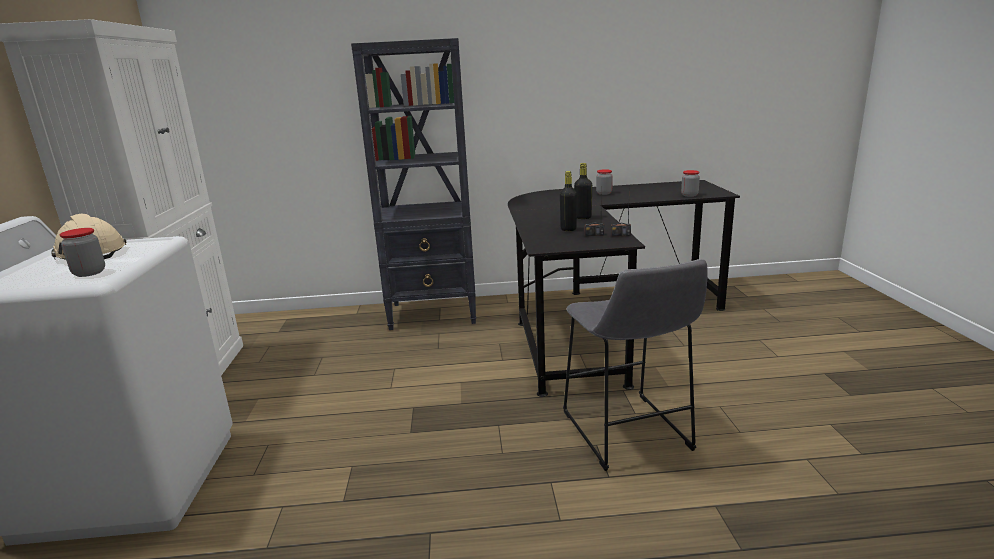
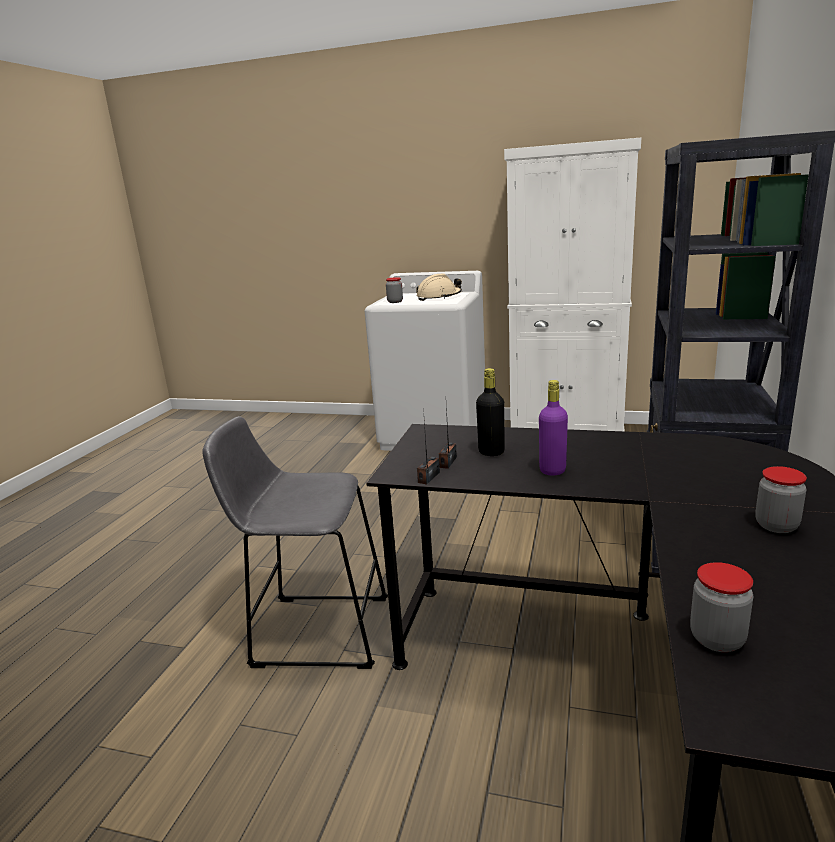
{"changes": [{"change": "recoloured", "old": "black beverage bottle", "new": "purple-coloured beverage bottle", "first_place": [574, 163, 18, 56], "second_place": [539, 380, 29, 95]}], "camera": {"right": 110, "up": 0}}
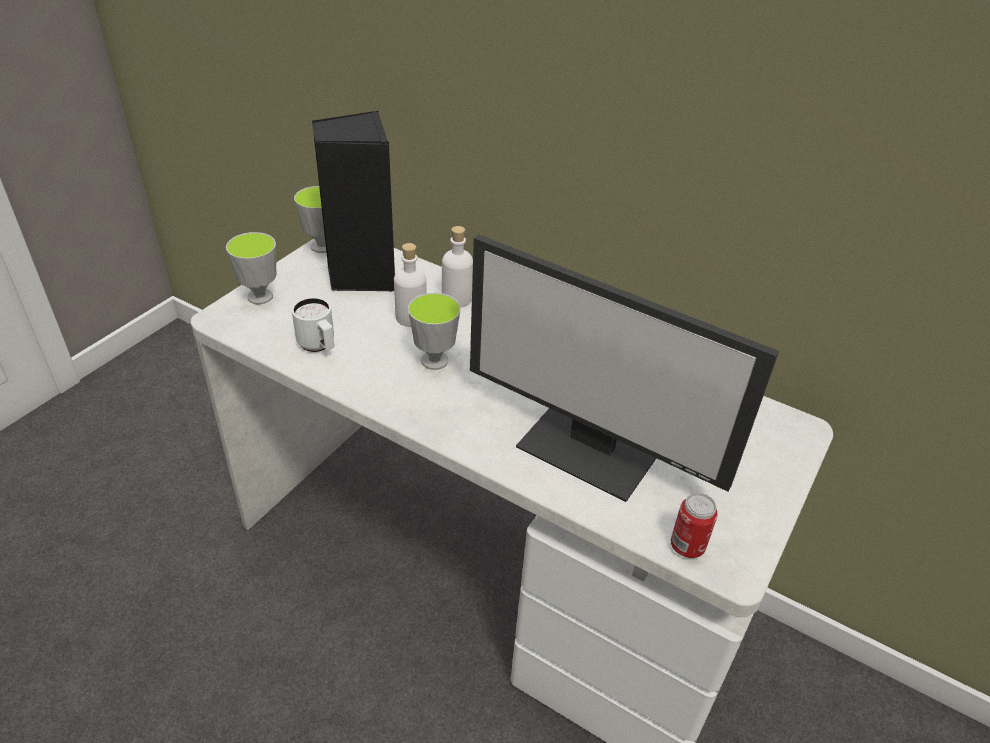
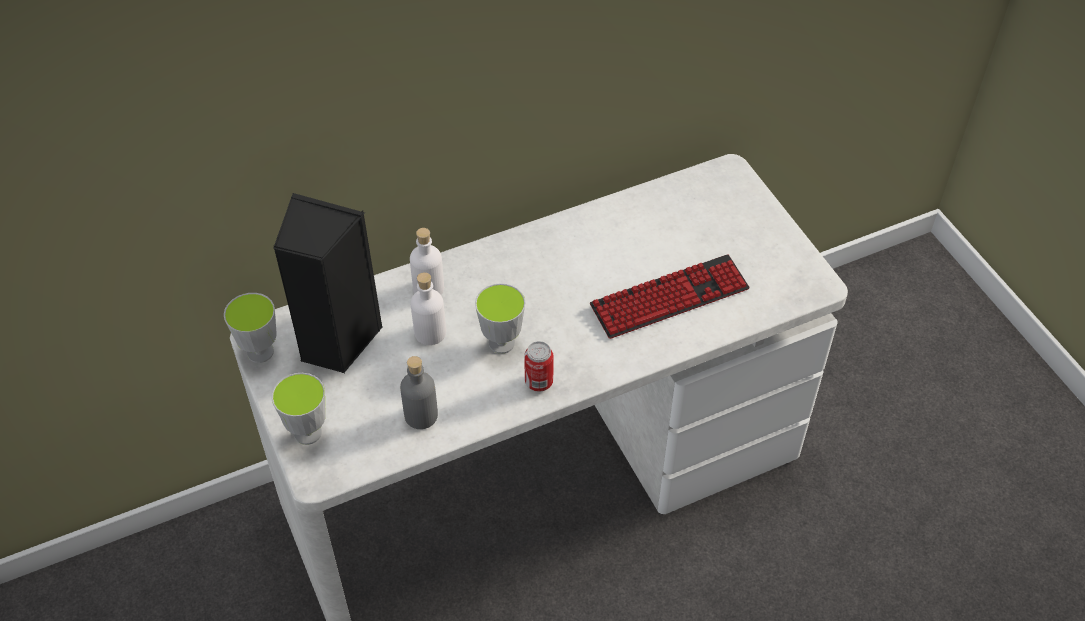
{"changes": [{"change": "replaced", "old": "monitor", "new": "computer keyboard", "first_place": [470, 234, 309, 268], "second_place": [590, 254, 160, 85]}, {"change": "replaced", "old": "whitish coffee mug", "new": "gray beverage bottle", "first_place": [292, 297, 43, 55], "second_place": [400, 356, 38, 73]}, {"change": "moved", "old": "metal can", "first_place": [671, 493, 47, 65], "second_place": [524, 341, 30, 51]}], "camera": {"right": -55, "up": 10}}
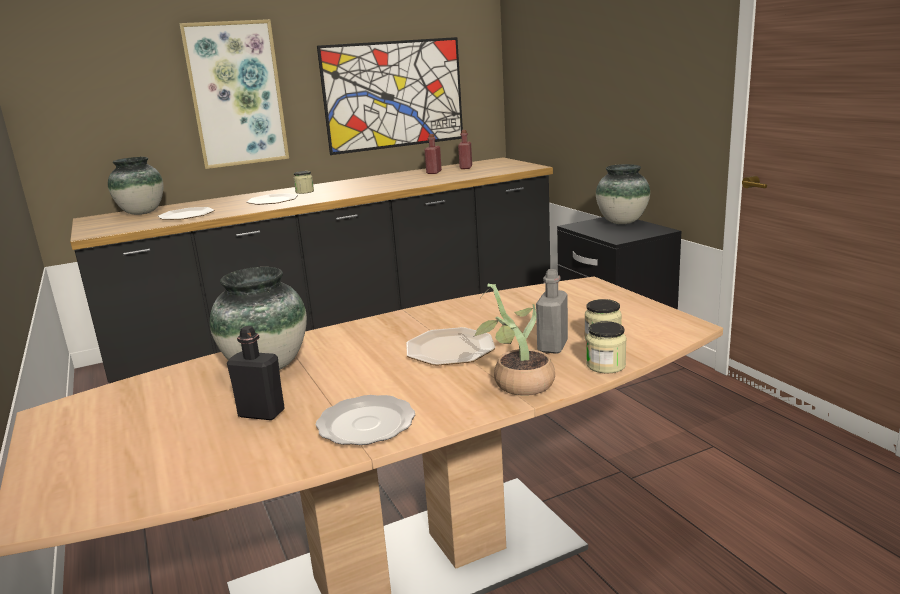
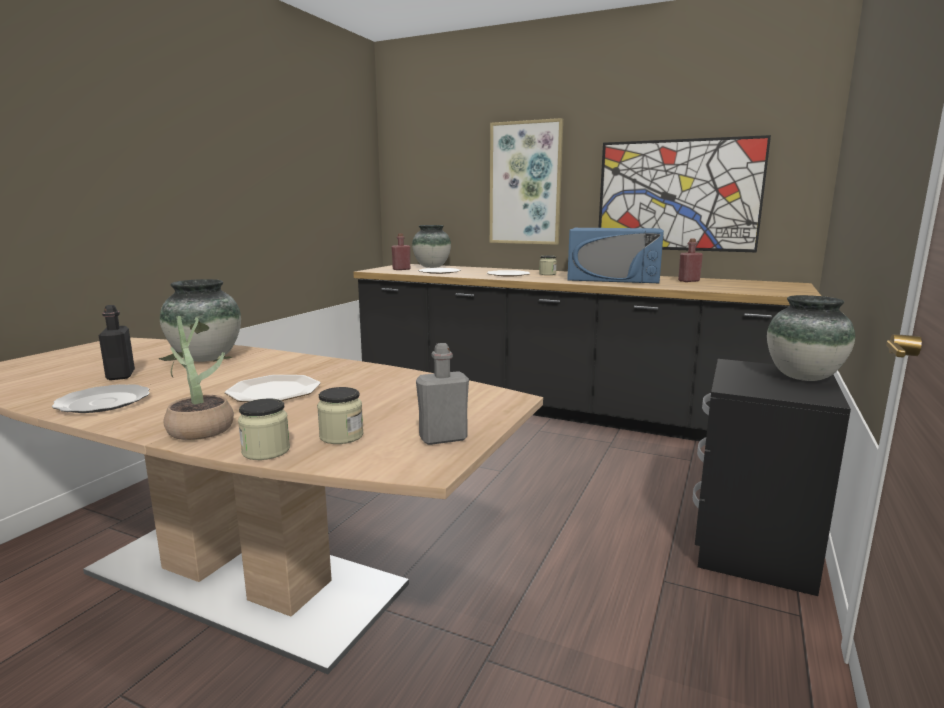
{"changes": [{"change": "moved", "old": "red-coloured beverage bottle", "first_place": [458, 130, 14, 39], "second_place": [392, 233, 18, 37]}, {"change": "moved", "old": "gray beverage bottle", "first_place": [536, 269, 32, 85], "second_place": [416, 343, 53, 102]}, {"change": "added", "new": "blue microwave oven", "second_place": [567, 228, 97, 55]}], "camera": {"right": 50, "up": -5}}
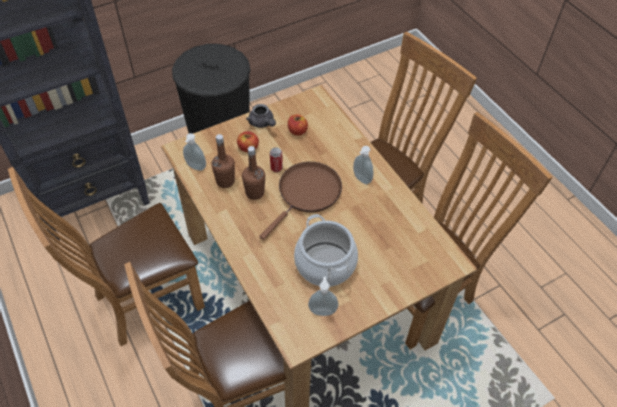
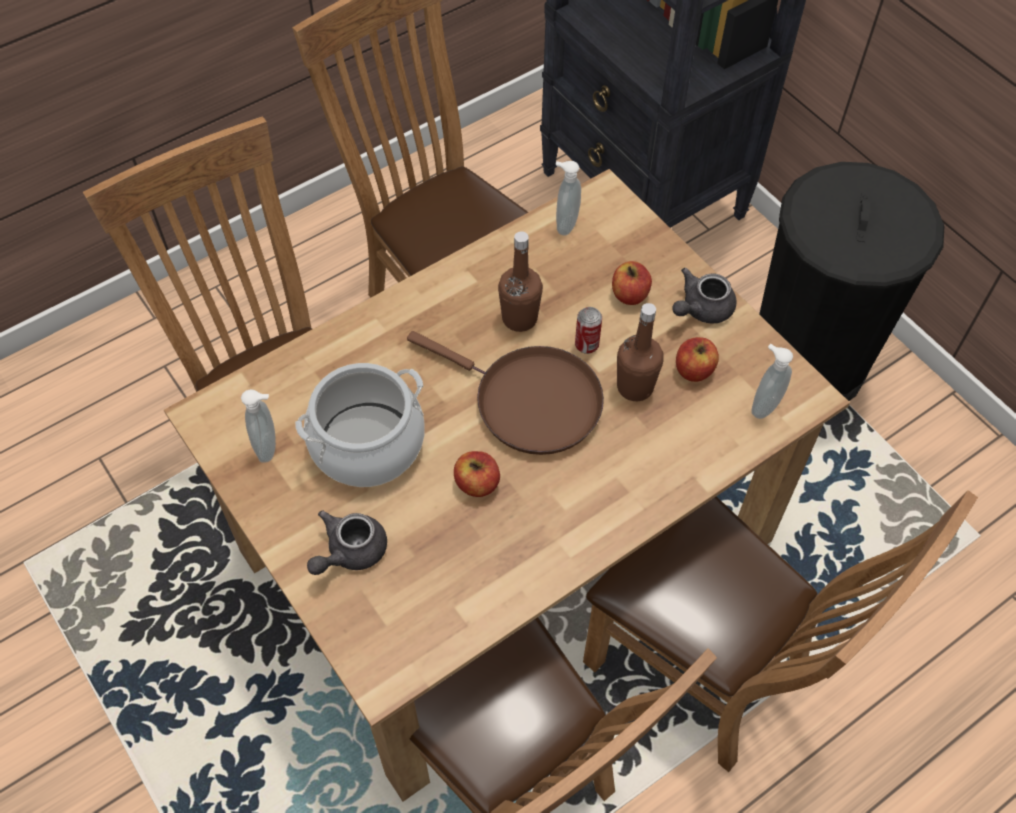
{"changes": [{"change": "moved", "old": "brownish beverage bottle", "first_place": [212, 134, 23, 54], "second_place": [617, 303, 47, 98]}, {"change": "moved", "old": "liquid soap bottle", "first_place": [353, 146, 20, 38], "second_place": [751, 344, 42, 75]}, {"change": "added", "new": "apple", "second_place": [454, 451, 46, 46]}, {"change": "added", "new": "gray teapot", "second_place": [307, 510, 80, 65]}], "camera": {"right": 85, "up": 5}}
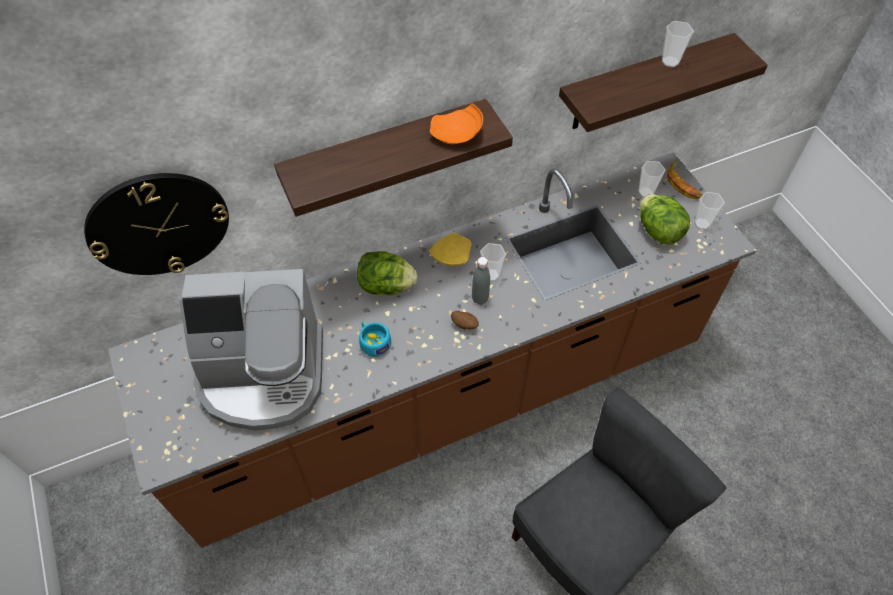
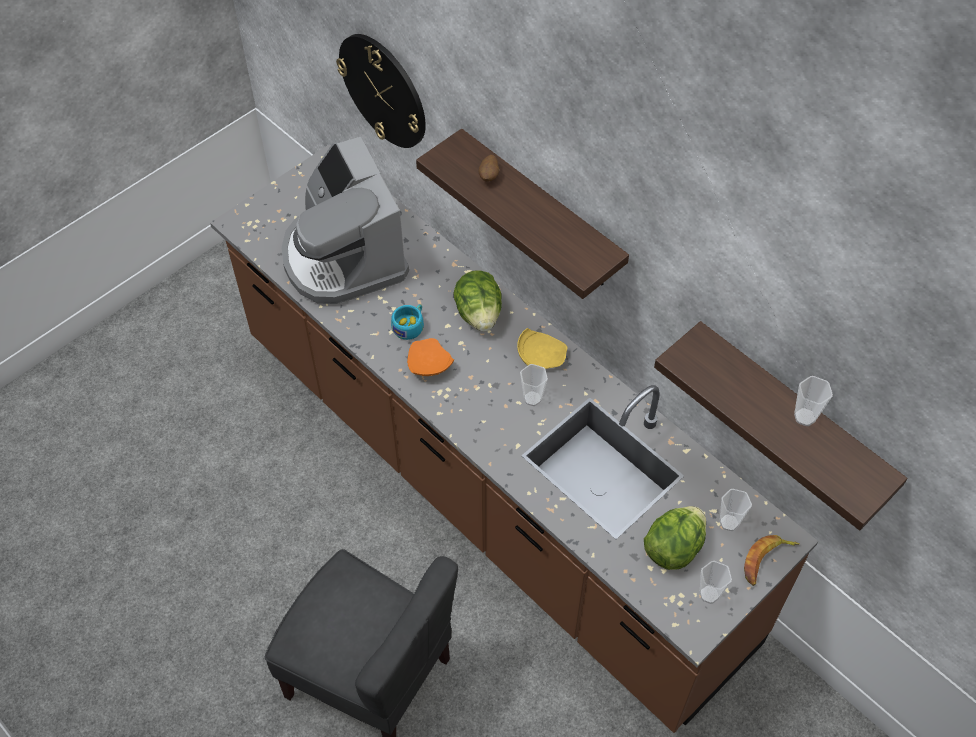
{"changes": [{"change": "moved", "old": "orange flat dish", "first_place": [430, 104, 53, 40], "second_place": [407, 338, 47, 38]}, {"change": "removed", "old": "gray beverage bottle", "first_place": [472, 257, 18, 48]}, {"change": "moved", "old": "spud", "first_place": [451, 311, 28, 18], "second_place": [479, 155, 21, 27]}], "camera": {"right": 70, "up": 0}}
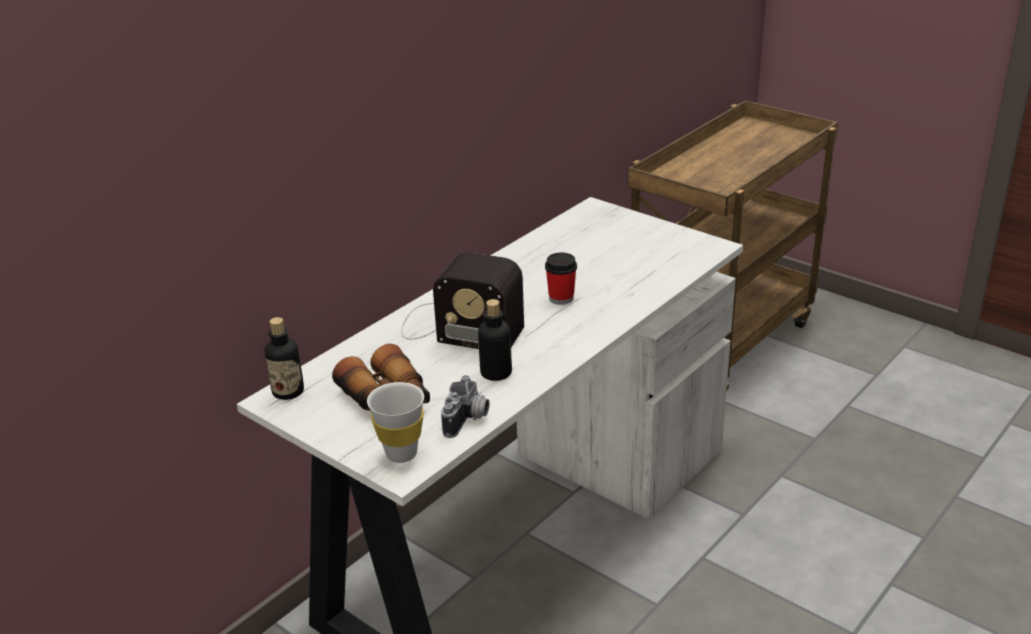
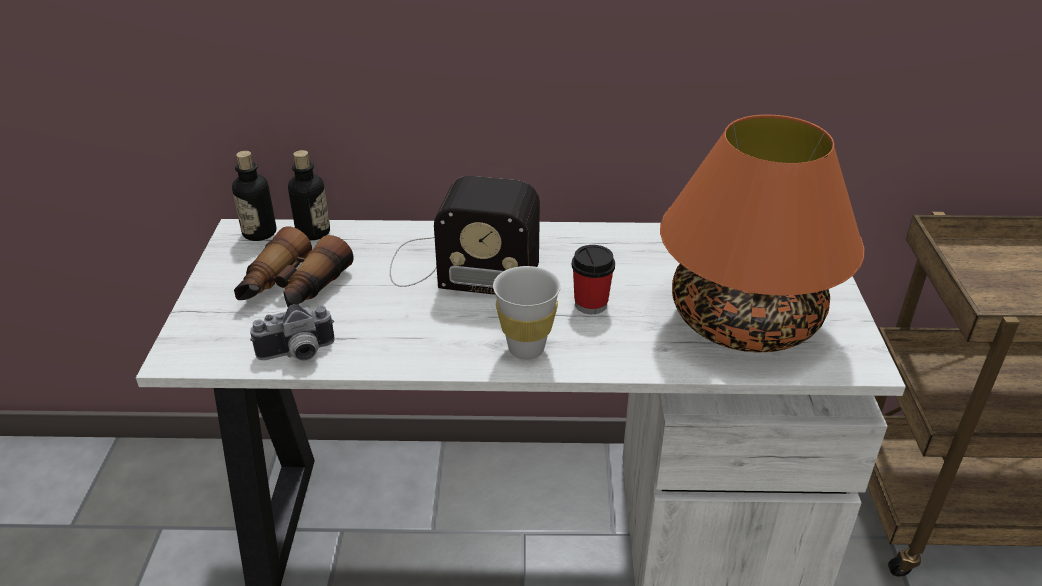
{"changes": [{"change": "turned", "old": "radio receiver", "first_place": [401, 252, 123, 97], "second_place": [390, 176, 150, 119], "degrees": -60}, {"change": "moved", "old": "beverage bottle", "first_place": [478, 299, 34, 82], "second_place": [288, 150, 42, 90]}, {"change": "moved", "old": "whitish drinking cup", "first_place": [367, 382, 57, 81], "second_place": [493, 266, 68, 94]}, {"change": "added", "new": "orange tabletop lamp", "second_place": [660, 114, 205, 239]}], "camera": {"right": 50, "up": 5}}
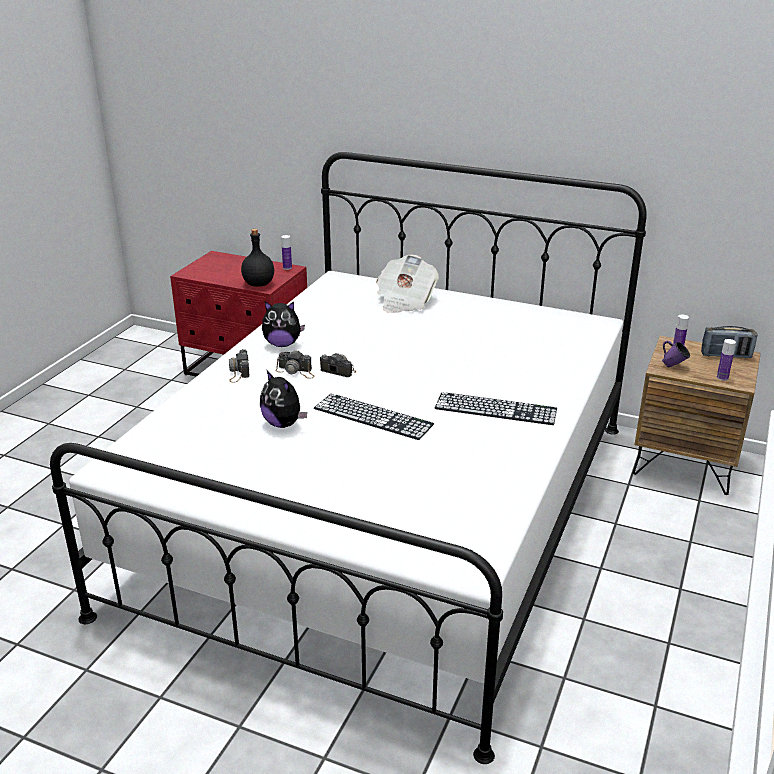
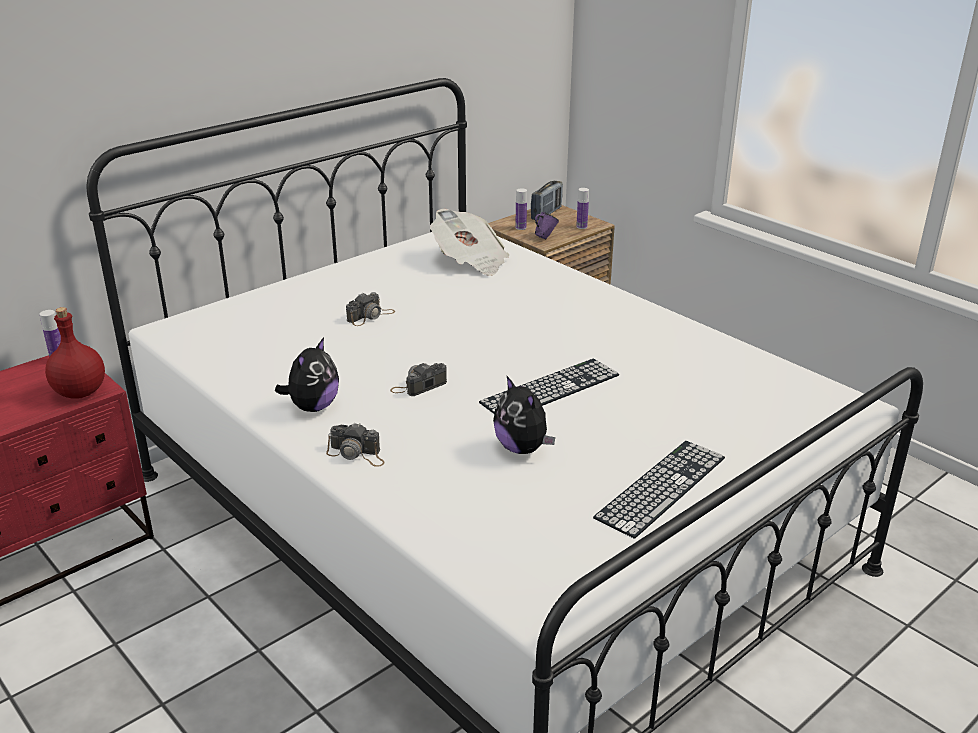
{"changes": [{"change": "recoloured", "old": "black beverage bottle", "new": "red-coloured beverage bottle", "first_place": [241, 229, 33, 58], "second_place": [45, 307, 60, 92]}, {"change": "moved", "old": "newspaper", "first_place": [376, 254, 63, 59], "second_place": [430, 209, 79, 67]}, {"change": "moved", "old": "still camera", "first_place": [276, 350, 39, 29], "second_place": [346, 292, 49, 34]}, {"change": "turned", "old": "cuddly toy", "first_place": [260, 370, 47, 58], "second_place": [493, 376, 62, 78], "degrees": 75}, {"change": "moved", "old": "computer keyboard", "first_place": [435, 392, 122, 33], "second_place": [593, 441, 132, 98]}], "camera": {"right": -65, "up": 0}}
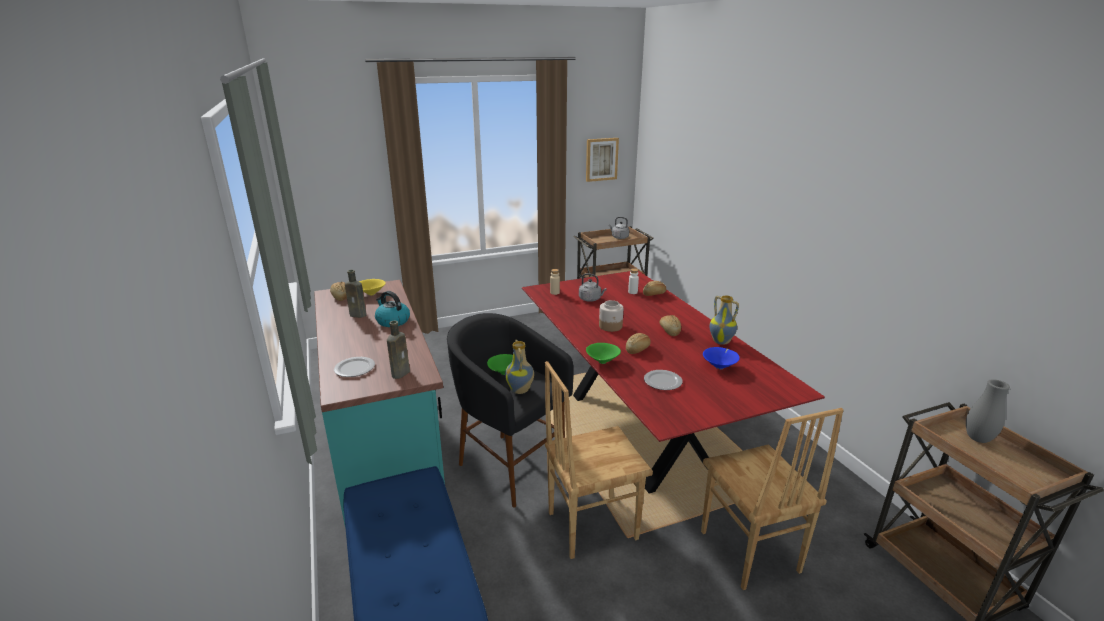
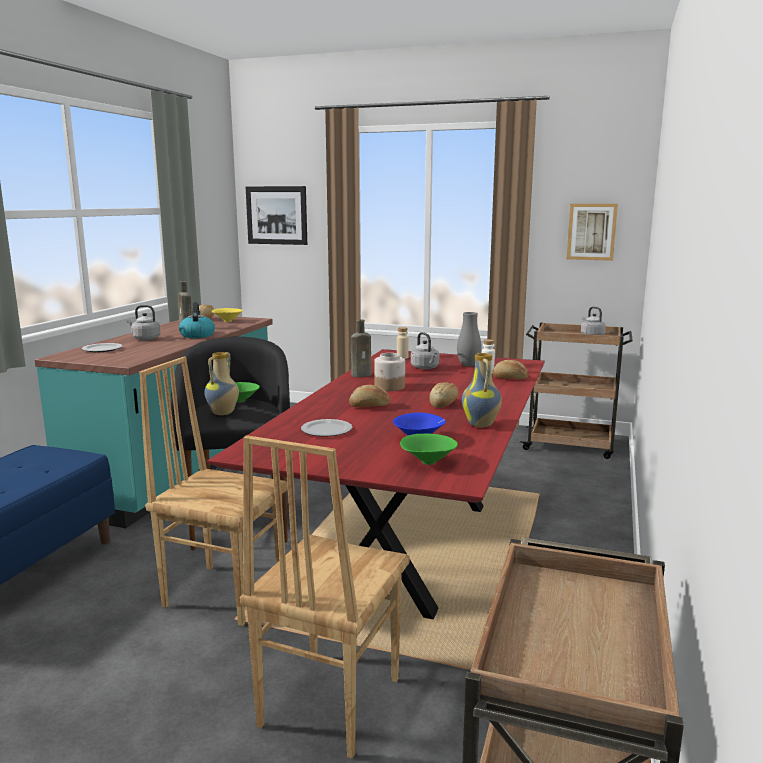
{"changes": [{"change": "moved", "old": "brownish beverage bottle", "first_place": [387, 321, 23, 58], "second_place": [351, 319, 20, 59]}, {"change": "moved", "old": "green deep dish", "first_place": [586, 343, 35, 21], "second_place": [400, 434, 58, 31]}, {"change": "moved", "old": "gray flower vase", "first_place": [966, 379, 44, 64], "second_place": [457, 312, 25, 55]}, {"change": "added", "new": "picture", "second_place": [246, 186, 61, 59]}, {"change": "added", "new": "gray water kettle", "second_place": [127, 305, 34, 35]}], "camera": {"right": 40, "up": -10}}
